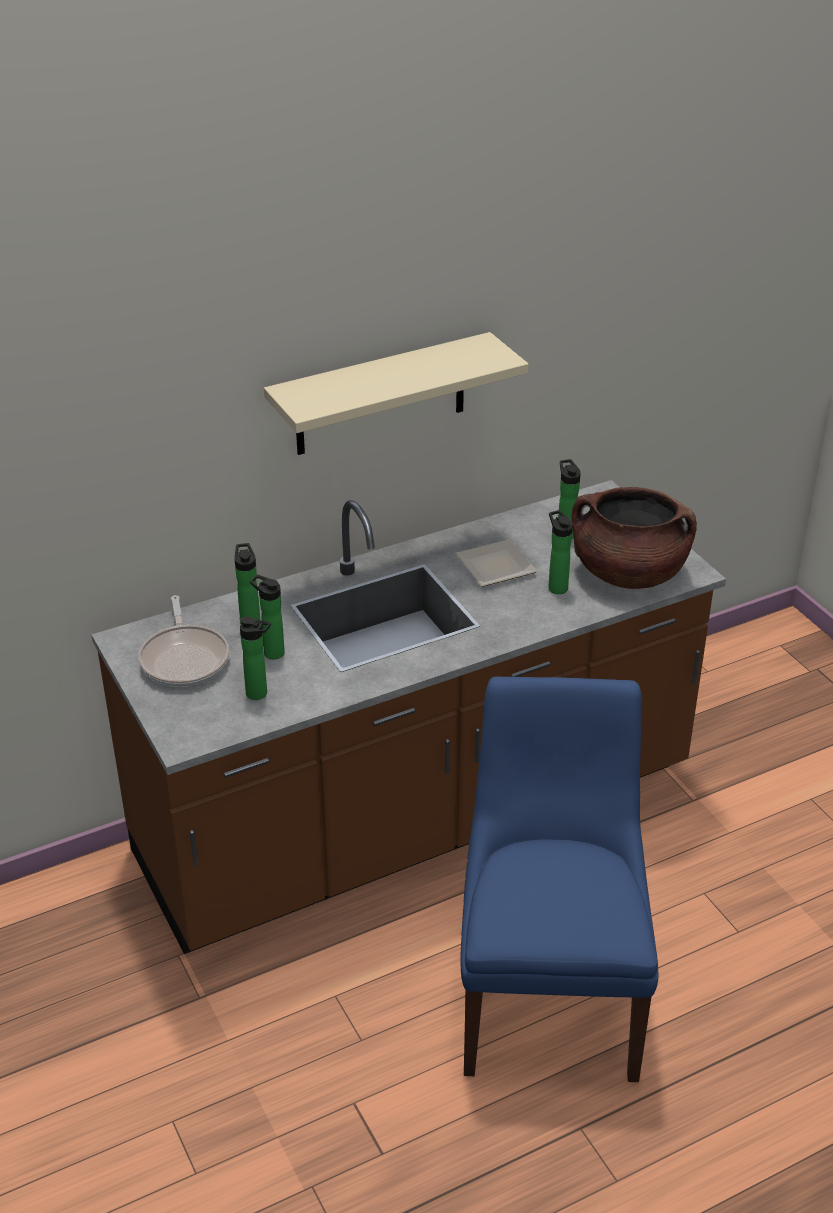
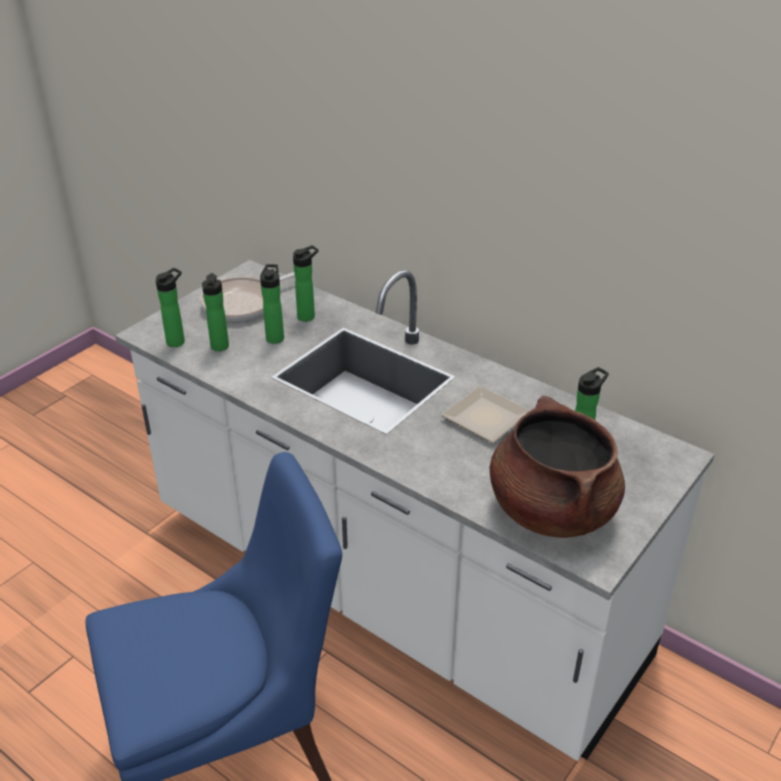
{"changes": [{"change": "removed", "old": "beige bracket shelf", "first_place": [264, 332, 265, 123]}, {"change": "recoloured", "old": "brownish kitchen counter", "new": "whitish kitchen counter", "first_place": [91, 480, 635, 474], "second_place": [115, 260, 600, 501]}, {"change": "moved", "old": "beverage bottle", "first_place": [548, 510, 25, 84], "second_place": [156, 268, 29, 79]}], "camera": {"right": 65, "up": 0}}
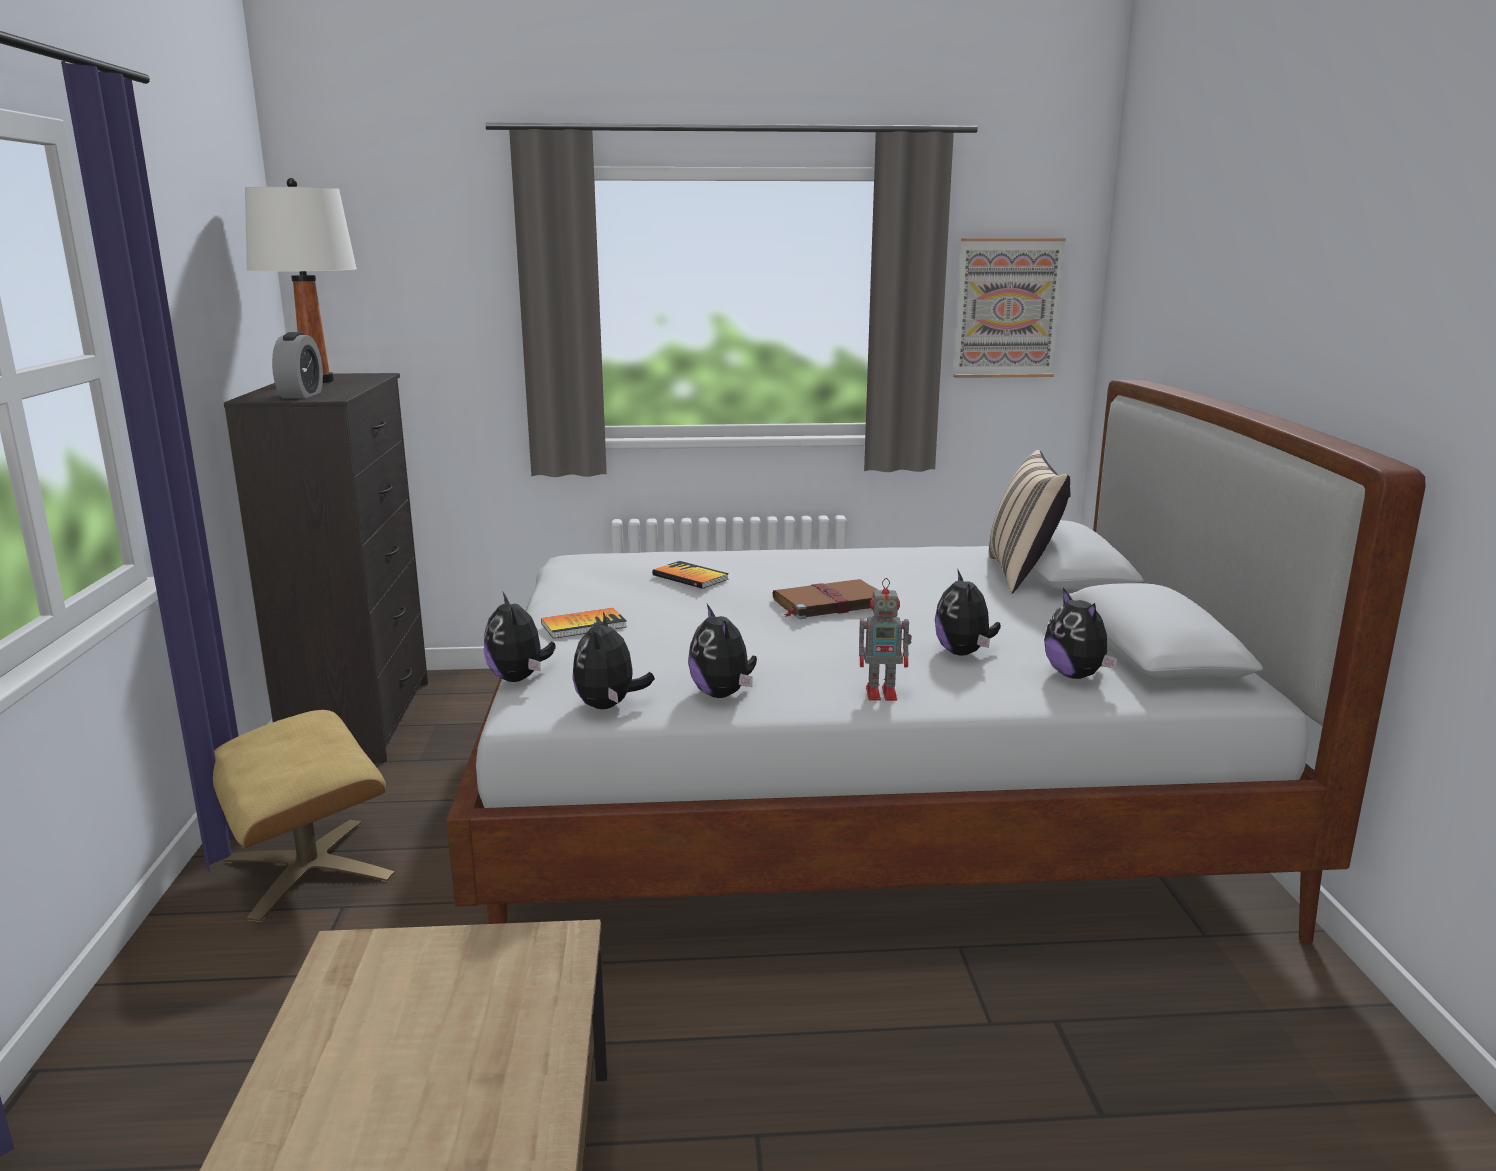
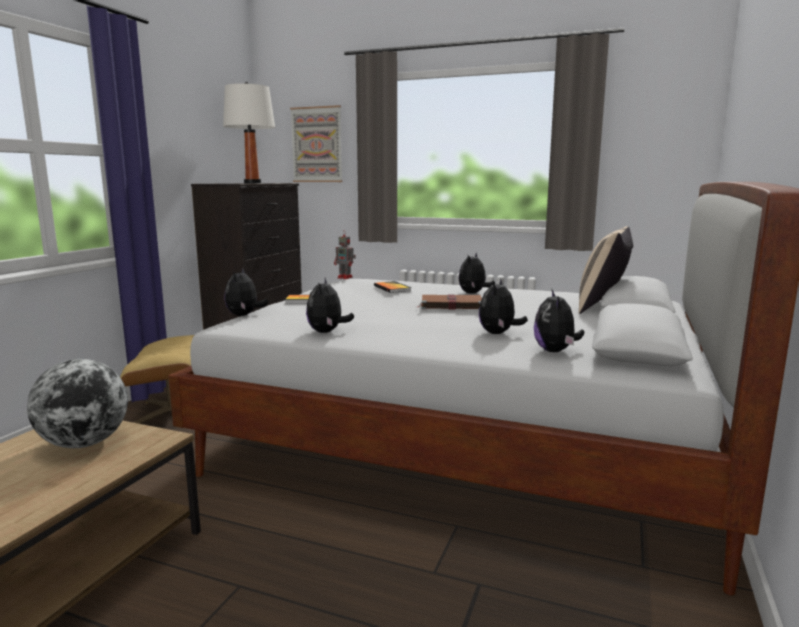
{"changes": [{"change": "moved", "old": "picture", "first_place": [953, 238, 113, 140], "second_place": [290, 105, 53, 77]}, {"change": "removed", "old": "bedside clock", "first_place": [272, 332, 51, 66]}, {"change": "moved", "old": "robot figure", "first_place": [859, 578, 53, 123], "second_place": [334, 231, 22, 48]}, {"change": "moved", "old": "cuddly toy", "first_place": [572, 612, 83, 97], "second_place": [459, 253, 36, 41]}, {"change": "added", "new": "desk globe", "second_place": [27, 359, 101, 89]}], "camera": {"right": 25, "up": -5}}
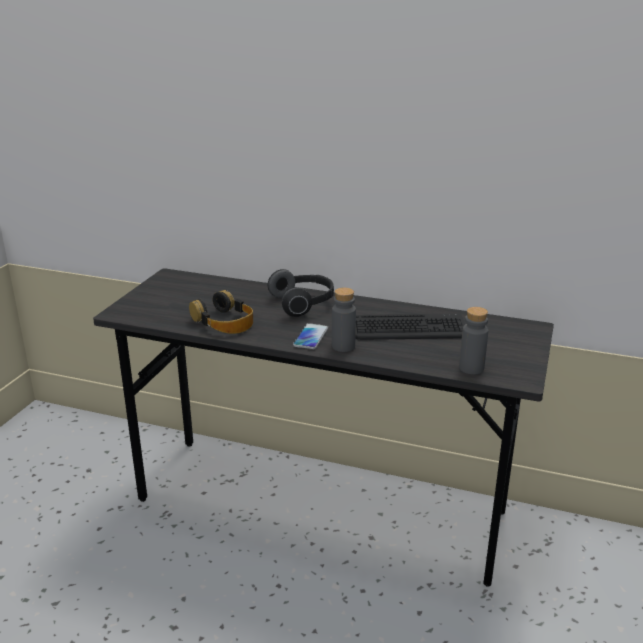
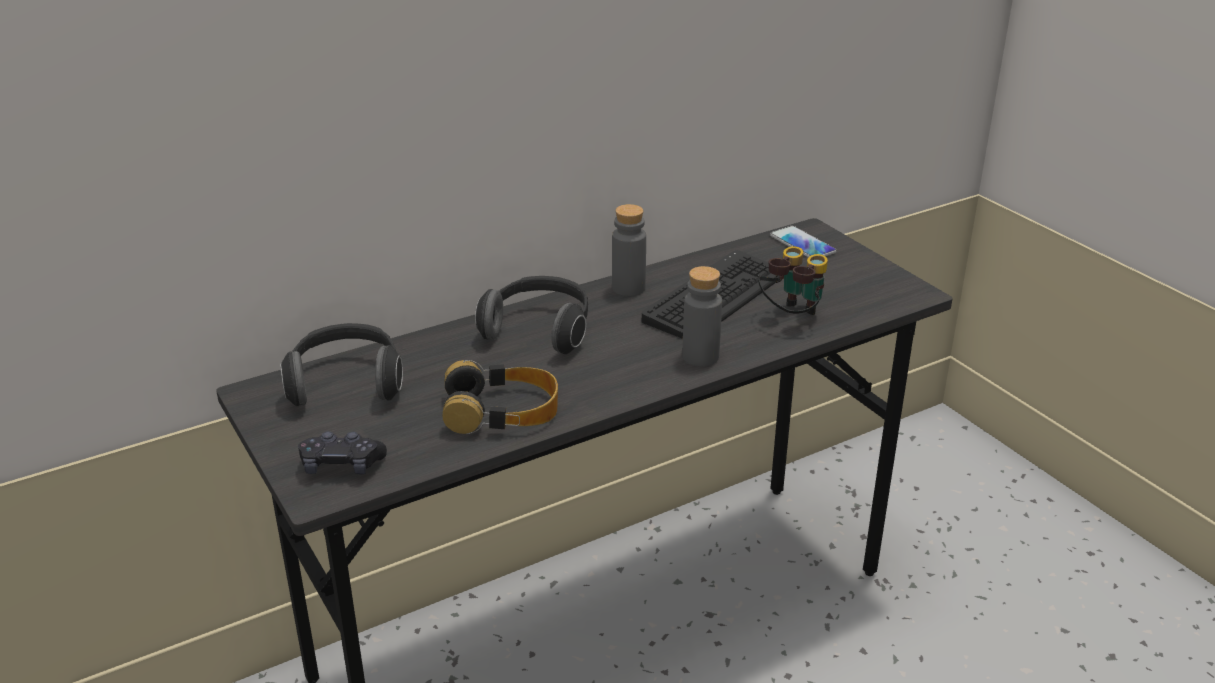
{"changes": [{"change": "moved", "old": "gray beverage bottle", "first_place": [459, 307, 29, 67], "second_place": [612, 204, 34, 92]}, {"change": "moved", "old": "phone", "first_place": [293, 323, 35, 26], "second_place": [770, 226, 67, 31]}, {"change": "added", "new": "binoculars", "second_place": [759, 246, 69, 69]}, {"change": "added", "new": "headset", "second_place": [280, 323, 123, 83]}, {"change": "added", "new": "black gamepad", "second_place": [298, 431, 89, 44]}], "camera": {"right": -50, "up": 5}}
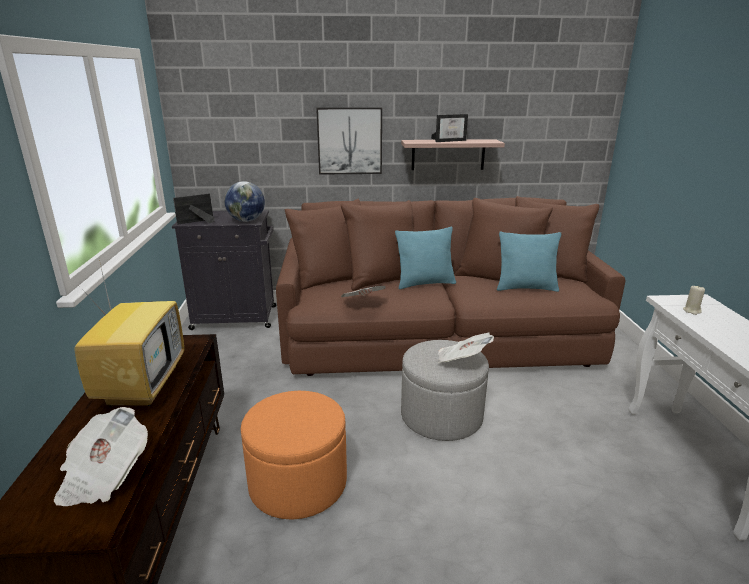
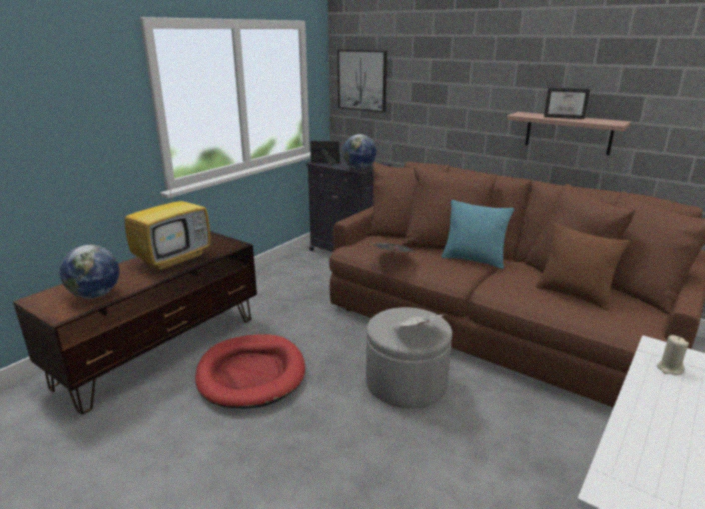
{"changes": [{"change": "moved", "old": "picture", "first_place": [316, 107, 66, 68], "second_place": [337, 50, 50, 63]}, {"change": "recoloured", "old": "blue-green cushion", "new": "brownish cushion", "first_place": [497, 232, 64, 60], "second_place": [536, 223, 93, 87]}, {"change": "replaced", "old": "orange ottoman", "new": "red-coloured dog cushion", "first_place": [241, 391, 106, 129], "second_place": [195, 334, 110, 74]}, {"change": "replaced", "old": "newspaper", "new": "desk globe", "first_place": [54, 407, 94, 99], "second_place": [60, 245, 59, 53]}], "camera": {"right": 40, "up": 0}}
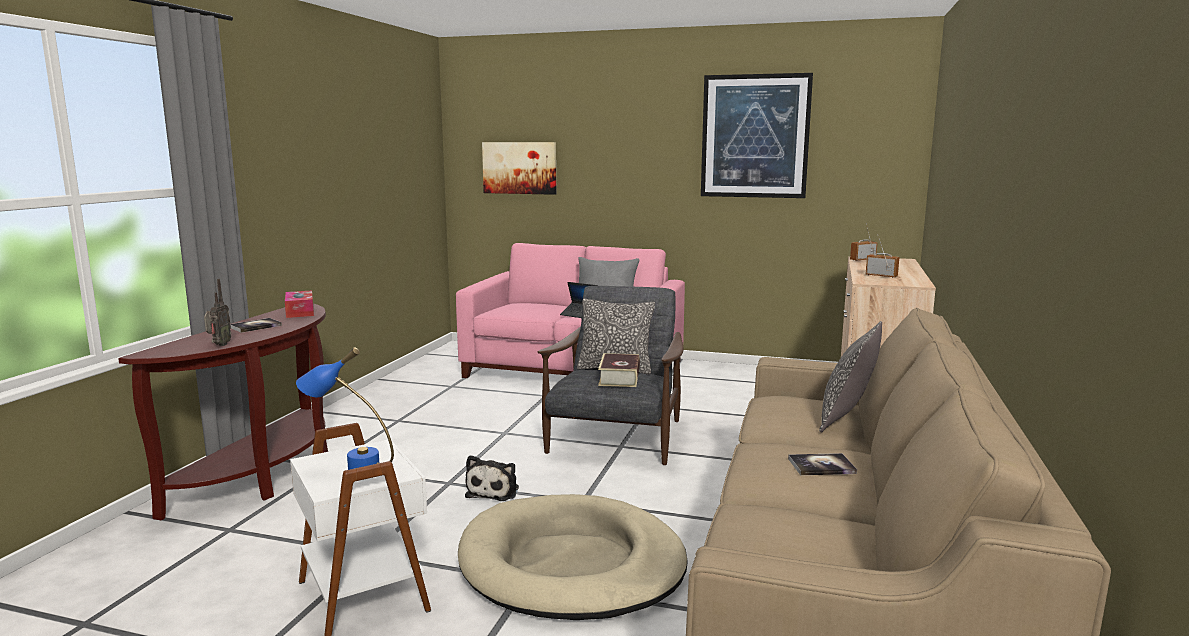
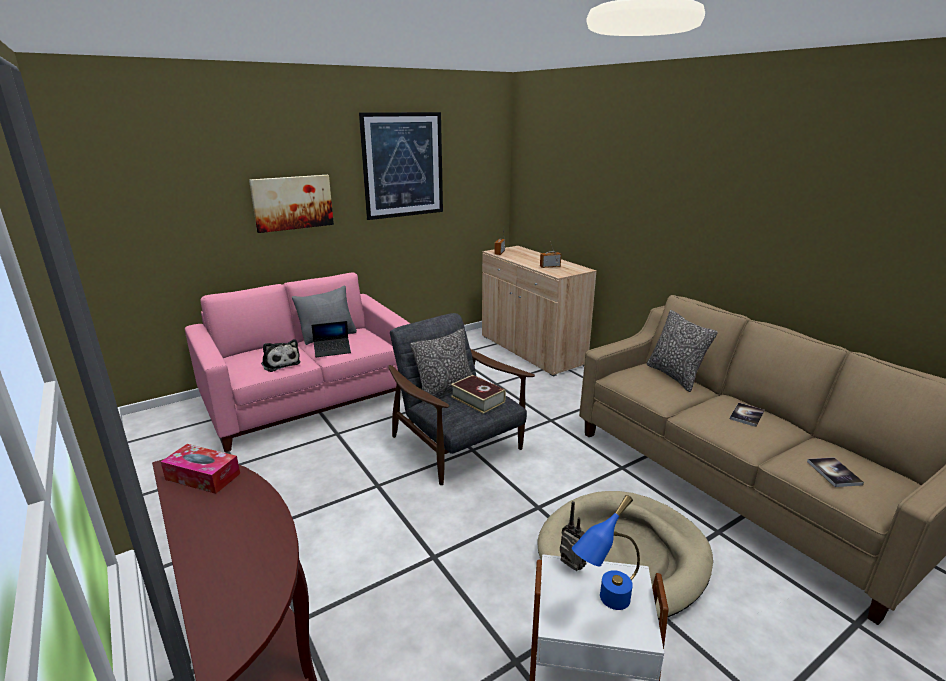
{"changes": [{"change": "moved", "old": "picture", "first_place": [482, 142, 74, 53], "second_place": [249, 175, 85, 58]}, {"change": "moved", "old": "radio receiver", "first_place": [204, 279, 27, 67], "second_place": [560, 501, 27, 70]}, {"change": "moved", "old": "bound book", "first_place": [230, 318, 52, 15], "second_place": [807, 457, 57, 30]}, {"change": "moved", "old": "cuddly toy", "first_place": [465, 455, 54, 46], "second_place": [261, 339, 40, 33]}], "camera": {"right": -50, "up": 10}}
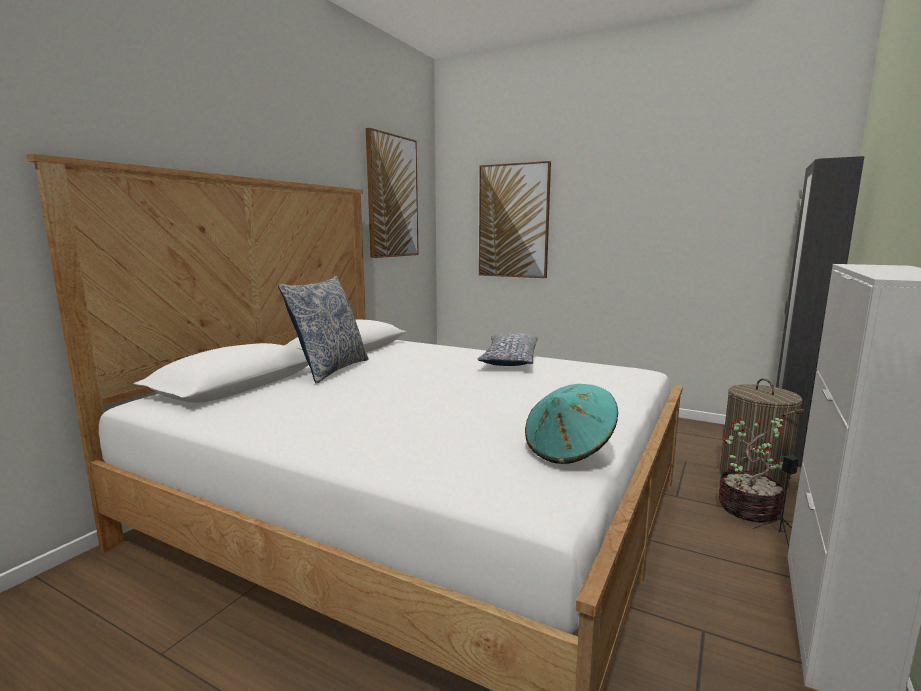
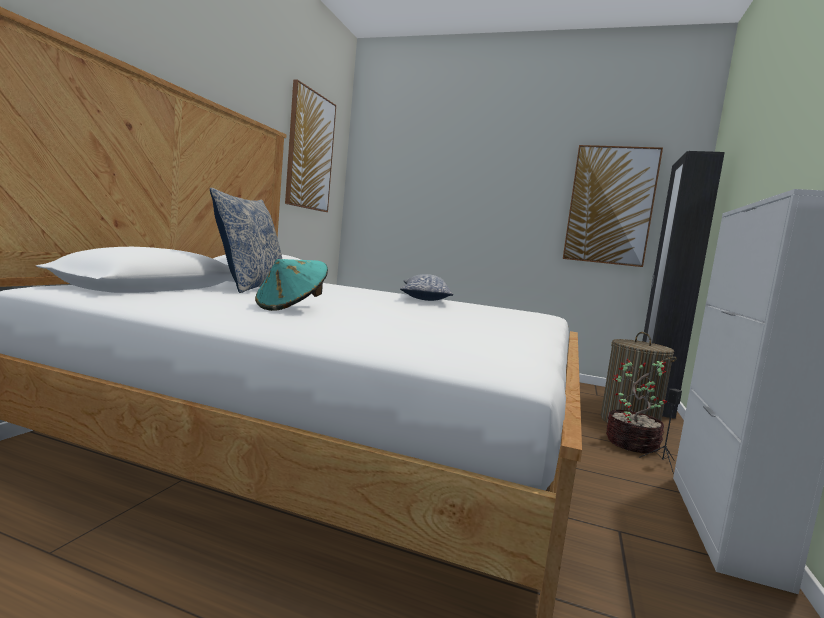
{"changes": [{"change": "moved", "old": "picture", "first_place": [479, 161, 72, 117], "second_place": [563, 145, 100, 122]}, {"change": "moved", "old": "blue-green wearable hat", "first_place": [525, 384, 93, 80], "second_place": [255, 259, 73, 52]}], "camera": {"right": -10, "up": -5}}
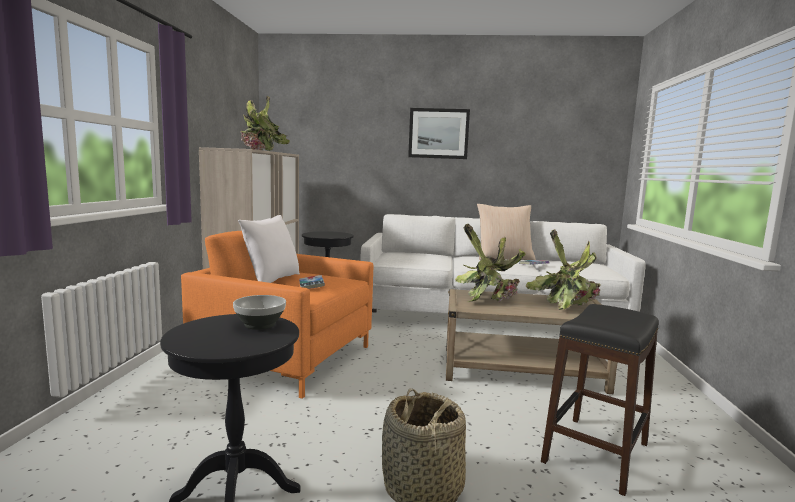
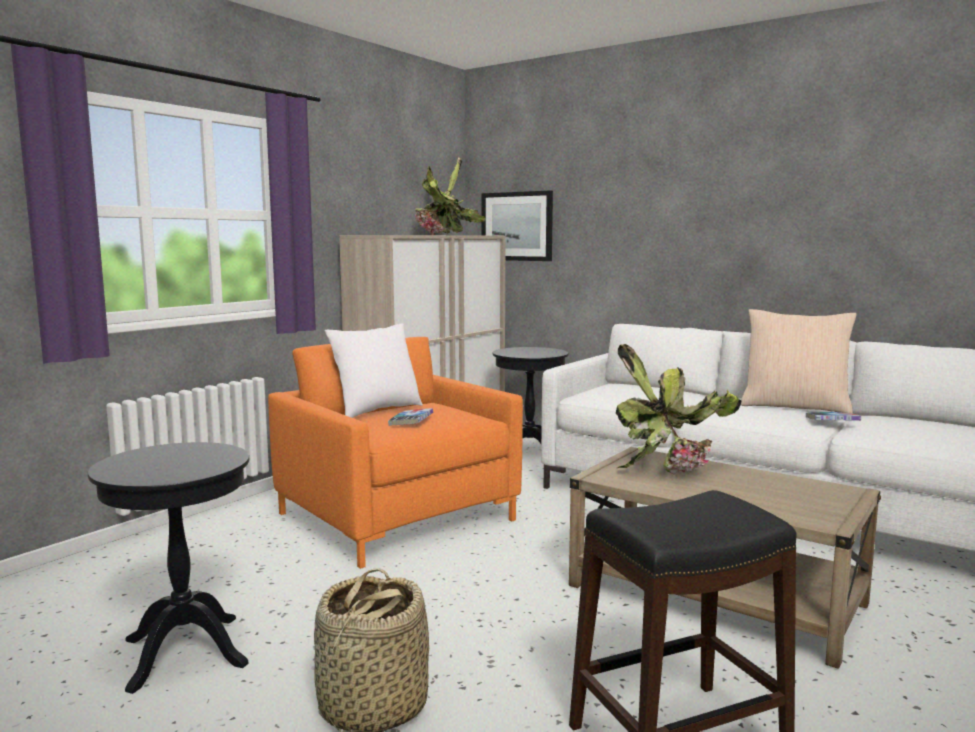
{"changes": [{"change": "moved", "old": "picture", "first_place": [408, 108, 62, 51], "second_place": [481, 190, 72, 71]}, {"change": "removed", "old": "houseplant", "first_place": [526, 229, 75, 81]}, {"change": "removed", "old": "deep dish", "first_place": [233, 295, 53, 35]}], "camera": {"right": 30, "up": 0}}
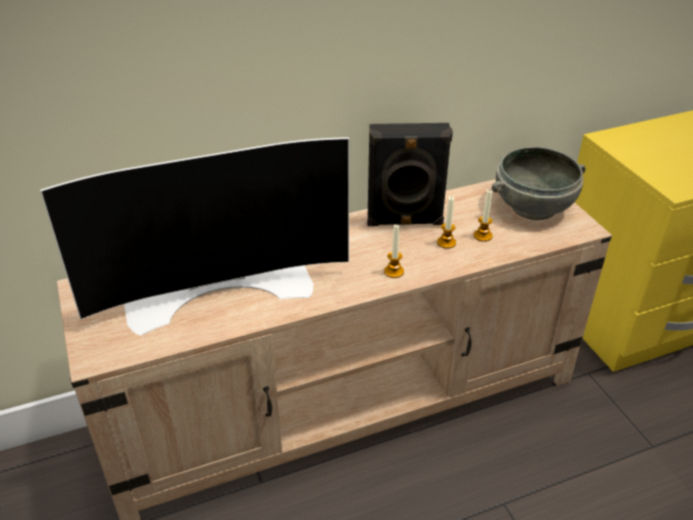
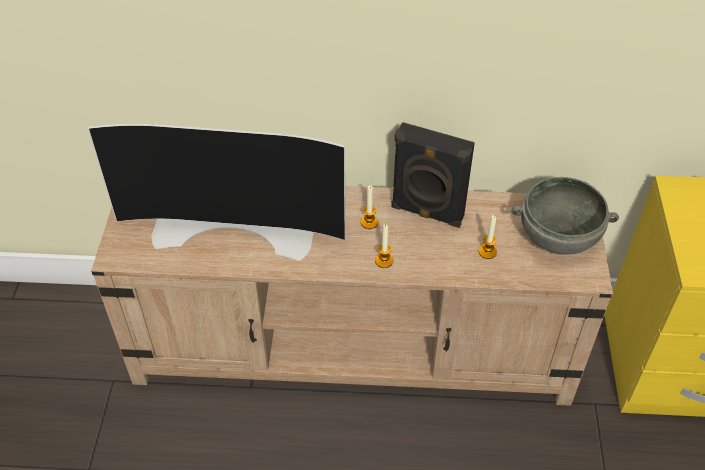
{"changes": [{"change": "moved", "old": "wax light", "first_place": [437, 196, 19, 53], "second_place": [361, 186, 17, 43]}], "camera": {"right": 25, "up": 10}}
